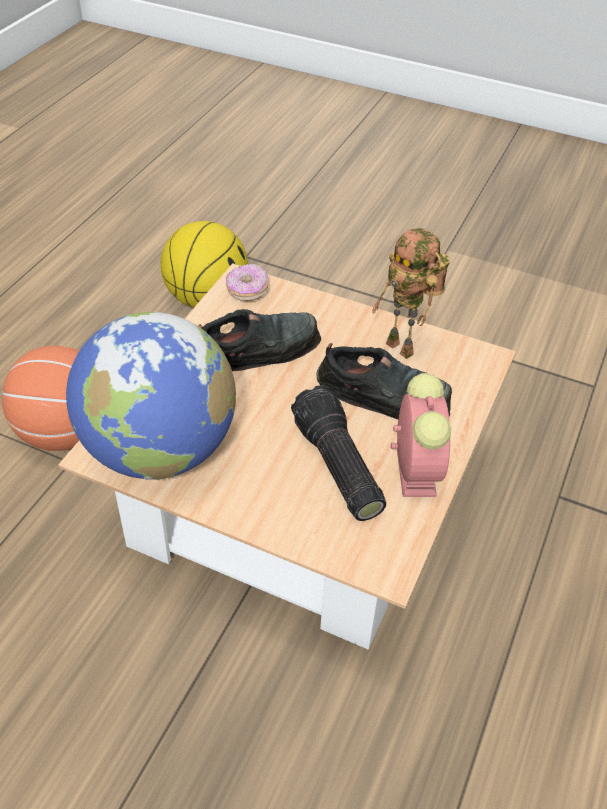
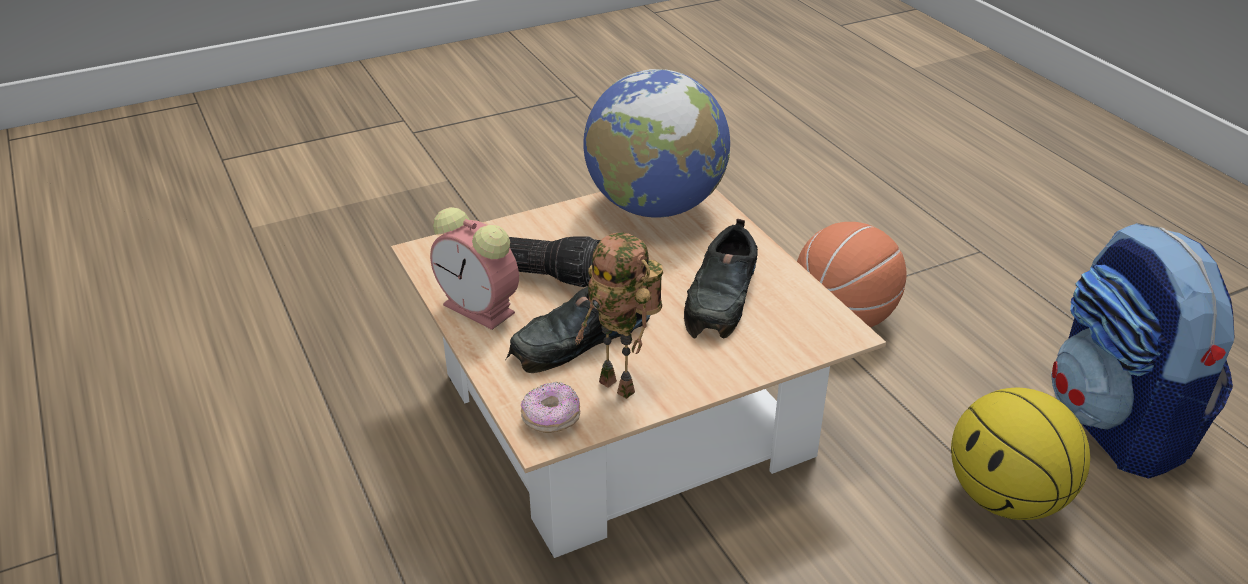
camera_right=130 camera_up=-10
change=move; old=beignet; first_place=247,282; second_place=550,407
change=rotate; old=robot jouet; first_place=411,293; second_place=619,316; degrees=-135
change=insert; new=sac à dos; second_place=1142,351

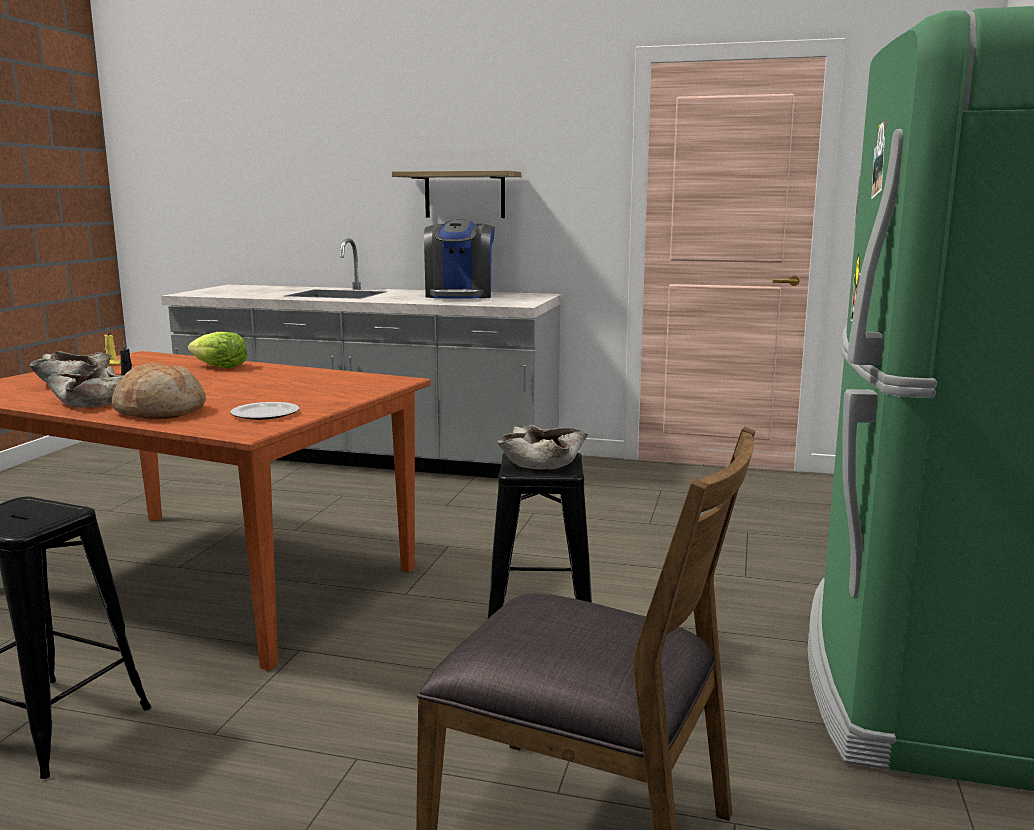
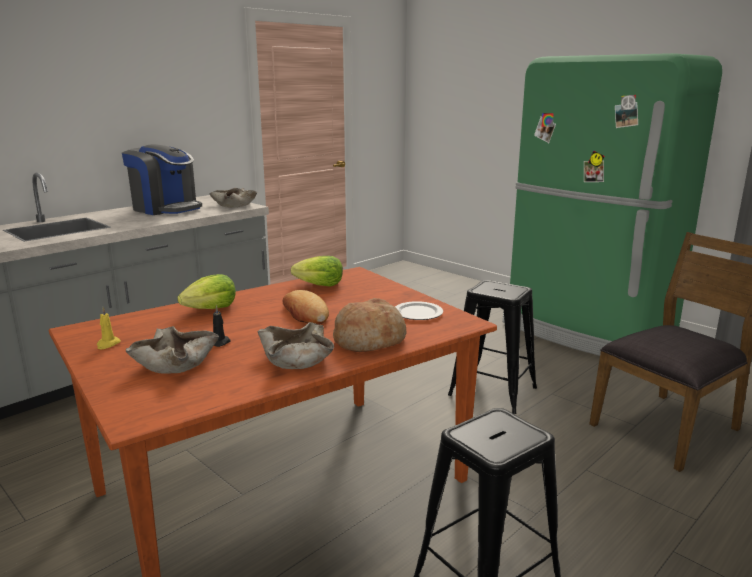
camera_right=-60 camera_up=5
change=delete; old=étagère; first_place=456,194
change=move; old=bol [beige]; first_place=542,447; second_place=233,198
change=insert; new=pain; second_place=306,307
change=insert; new=laitue; second_place=317,271

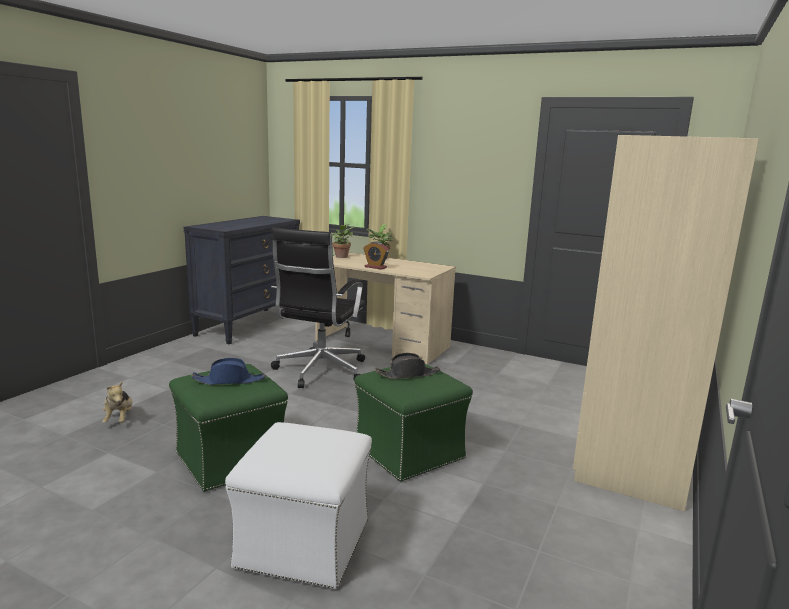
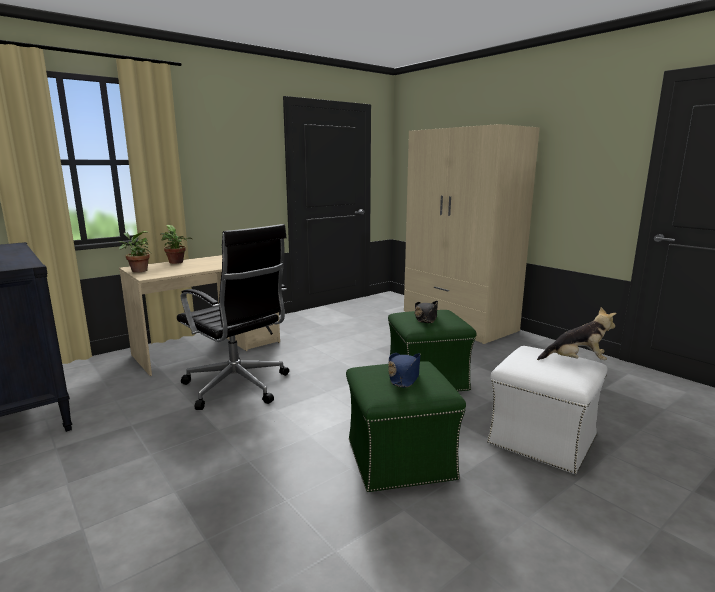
camera_right=-65 camera_up=0
change=move; old=peluche; first_place=117,402; second_place=576,333
change=delete; old=réveil; first_place=376,256

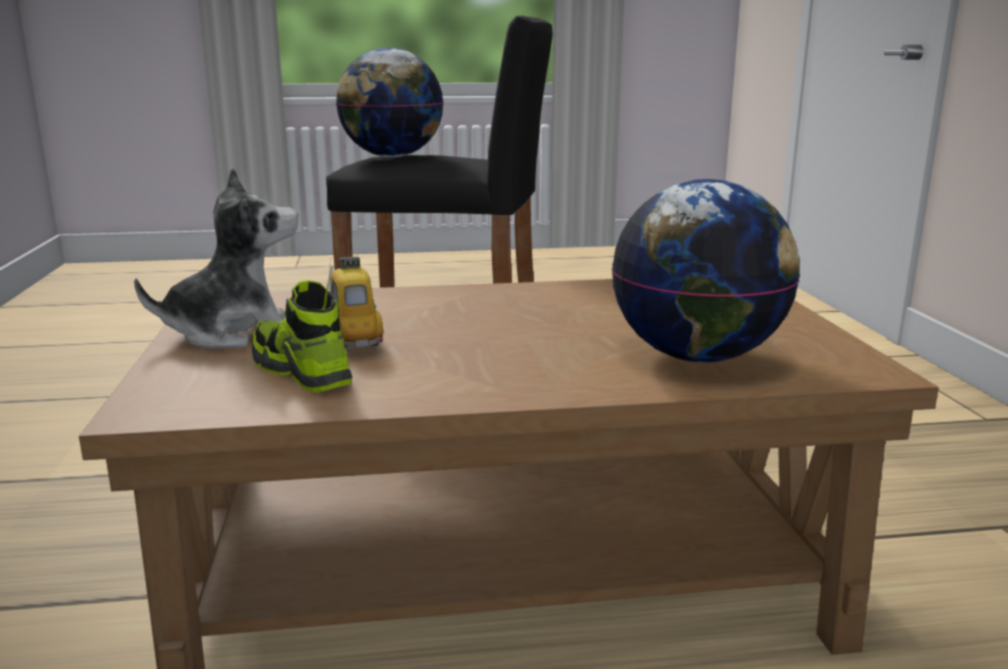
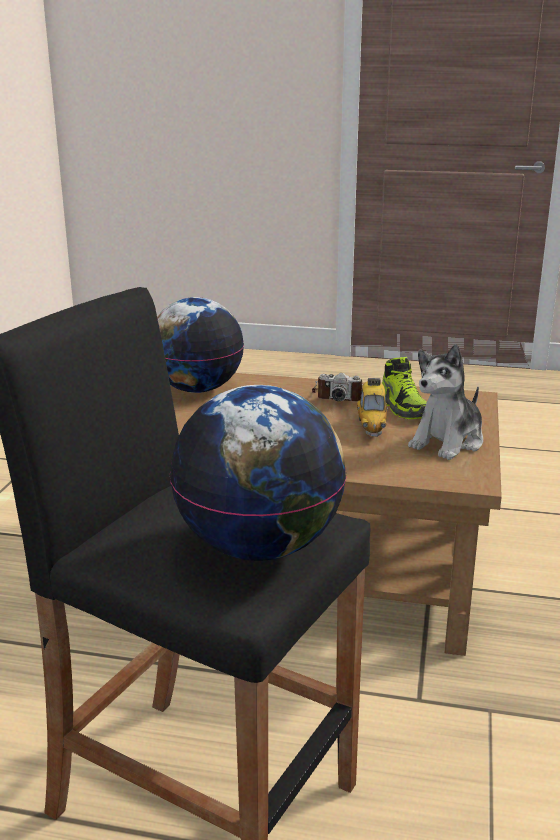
camera_right=-160 camera_up=5
change=rotate; old=peluche; first_place=216,258; second_place=445,402; degrees=-45
change=insert; new=appareil photo; second_place=337,387

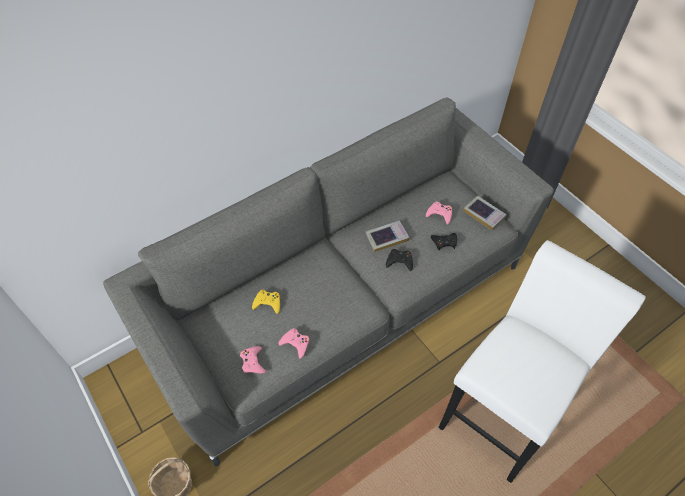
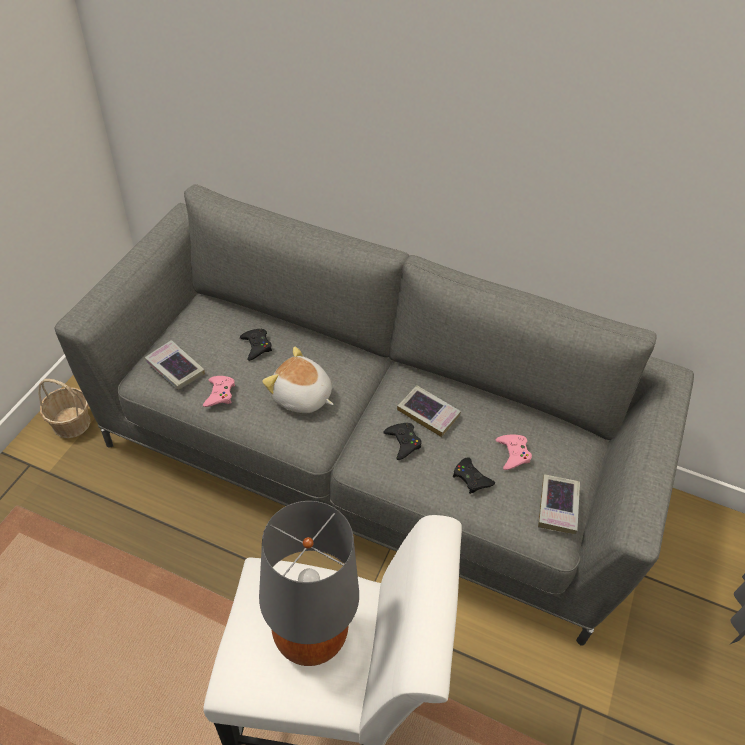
camera_right=55 camera_up=-5
change=replace; old=manette [rose]; new=livre; first_place=253,359; second_place=175,365
change=recolor; old=manette [jaune]; new=manette [noir]; first_place=266,302; second_place=256,345
change=insert; new=lampe de table [gris]; second_place=309,583
change=insert; new=peluche; second_place=298,380

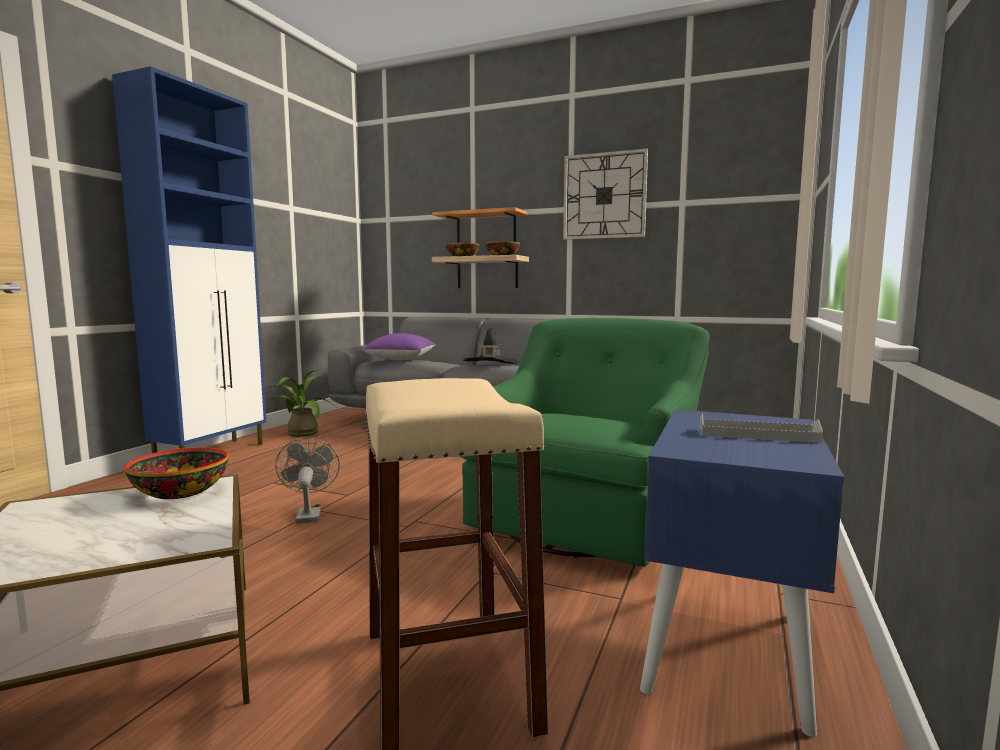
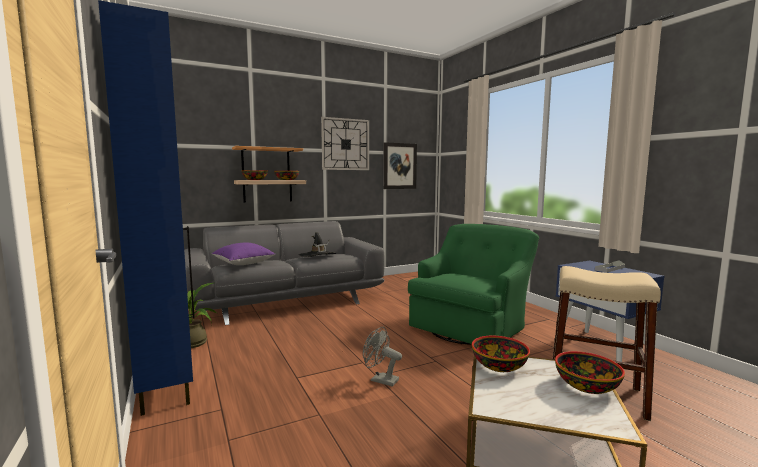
camera_right=-50 camera_up=0
change=rotate; old=fauteuil [vert]; first_place=585,442; second_place=473,284; degrees=60
change=insert; new=tableau; second_place=400,165
change=insert; new=bol; second_place=590,372

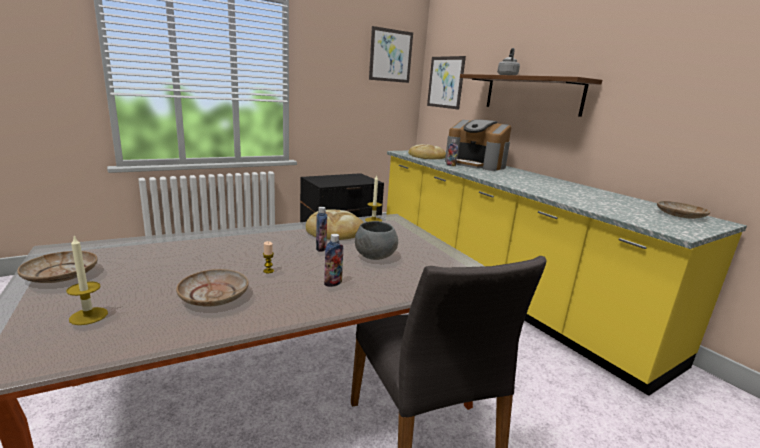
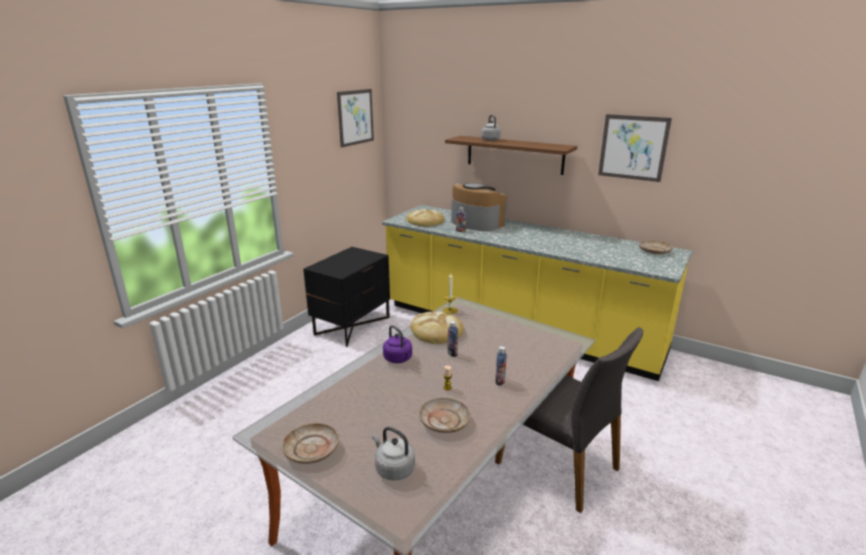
camera_right=-25 camera_up=5
change=replace; old=bougie; new=bouilloire [gris]; first_place=87,280; second_place=393,453
change=delete; old=bol [gris]; first_place=376,240
change=move; old=tableau; first_place=446,83; second_place=635,148
change=rotate; old=machine à café; first_place=478,145; second_place=479,207; degrees=-150
change=insert; new=bouilloire [violet]; second_place=397,344

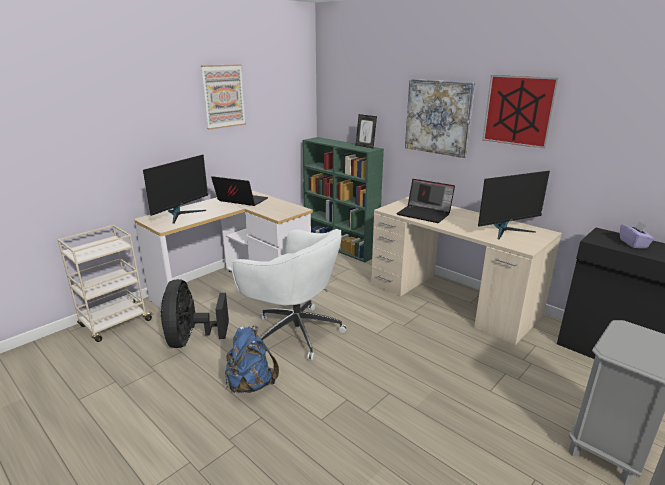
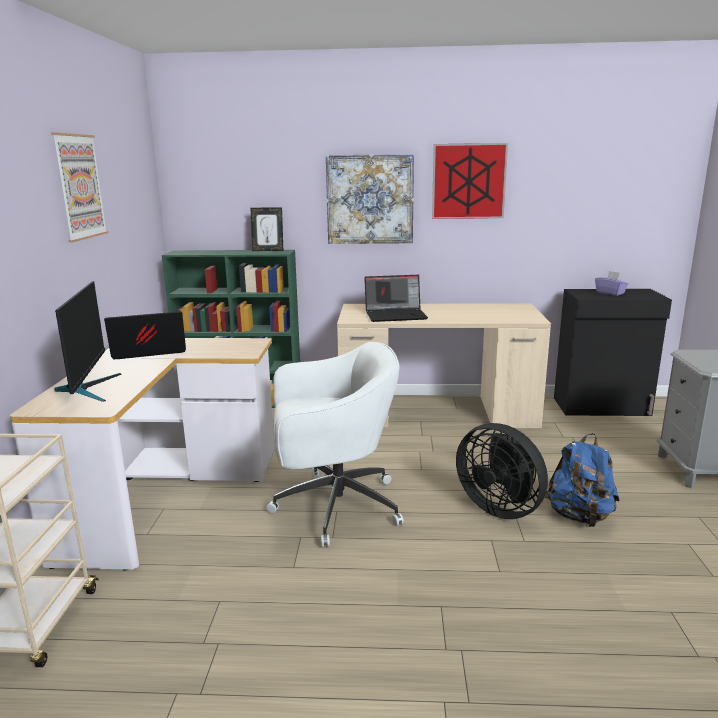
camera_right=-40 camera_up=-5
change=move; old=ventilateur [noir]; first_place=195,313; second_place=502,471
change=move; old=sac à dos [bleu]; first_place=252,359; second_place=582,480
change=delete; old=écran d'ordinateur; first_place=514,205

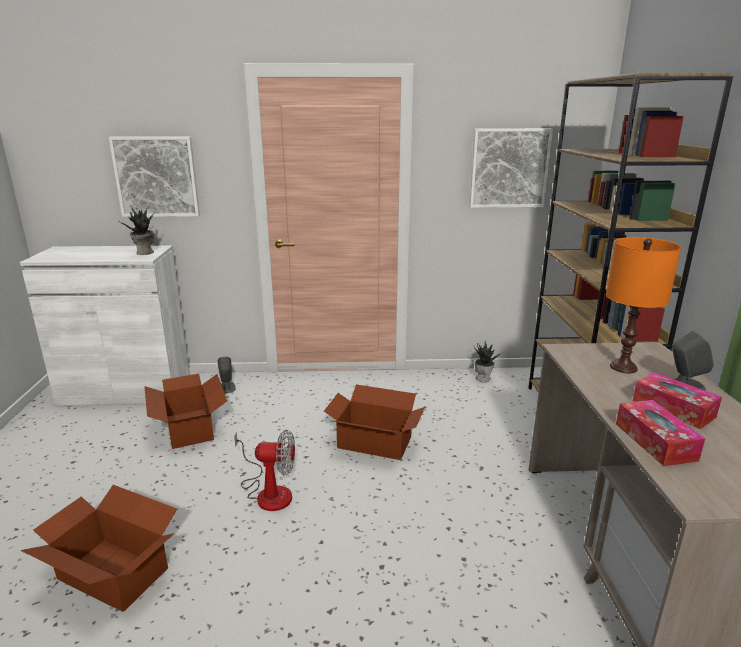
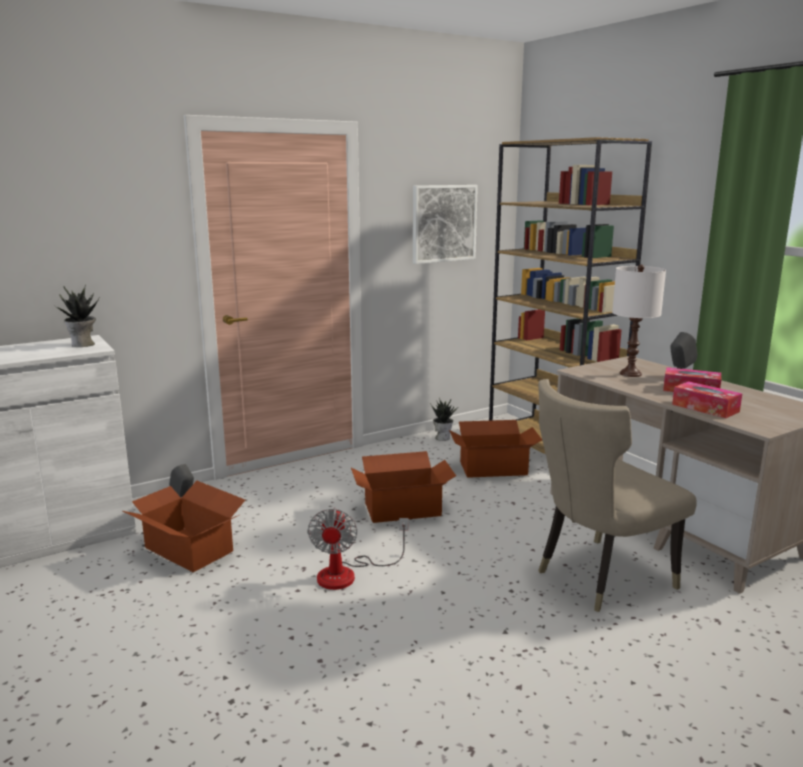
camera_right=-30 camera_up=-5
change=move; old=carton; first_place=98,548; second_place=495,449
change=delete; old=tableau; first_place=154,176
change=rotate; old=ventilateur; first_place=264,470; second_place=358,548; degrees=120
change=recolor; old=lampe de table [orange]; new=lampe de table [blanc]; first_place=643,305; second_place=639,321
change=insert; new=chaise [beige]; second_place=617,495

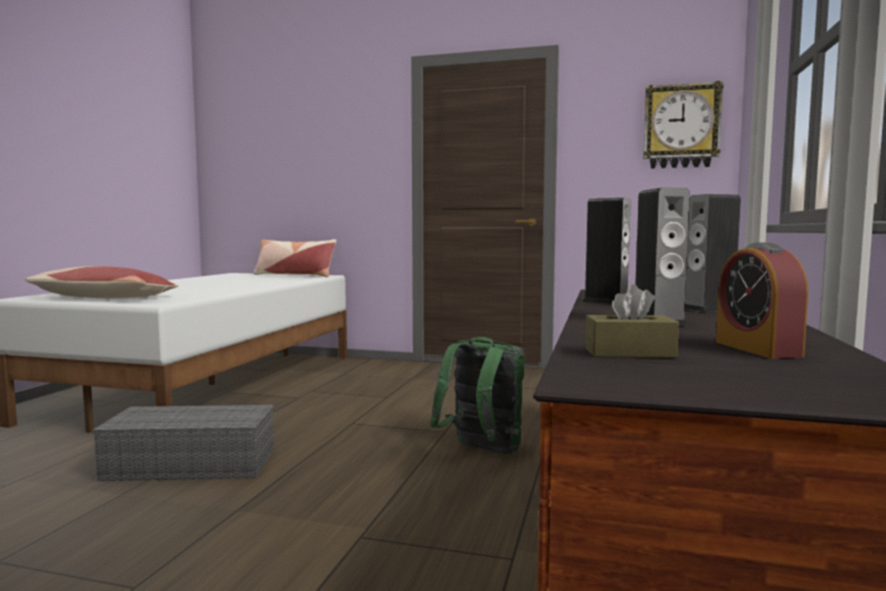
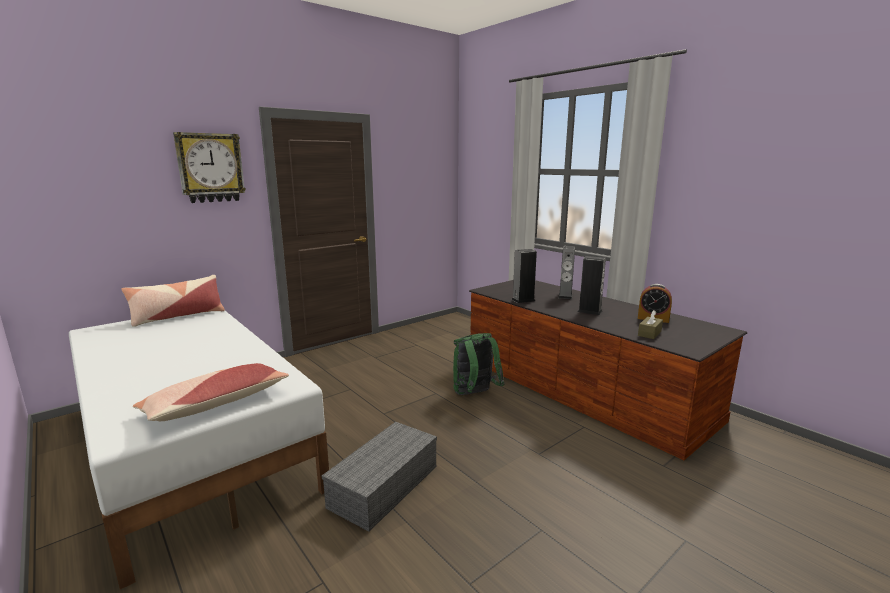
camera_right=-55 camera_up=10
change=move; old=horloge murale; first_place=683,124; second_place=209,167

